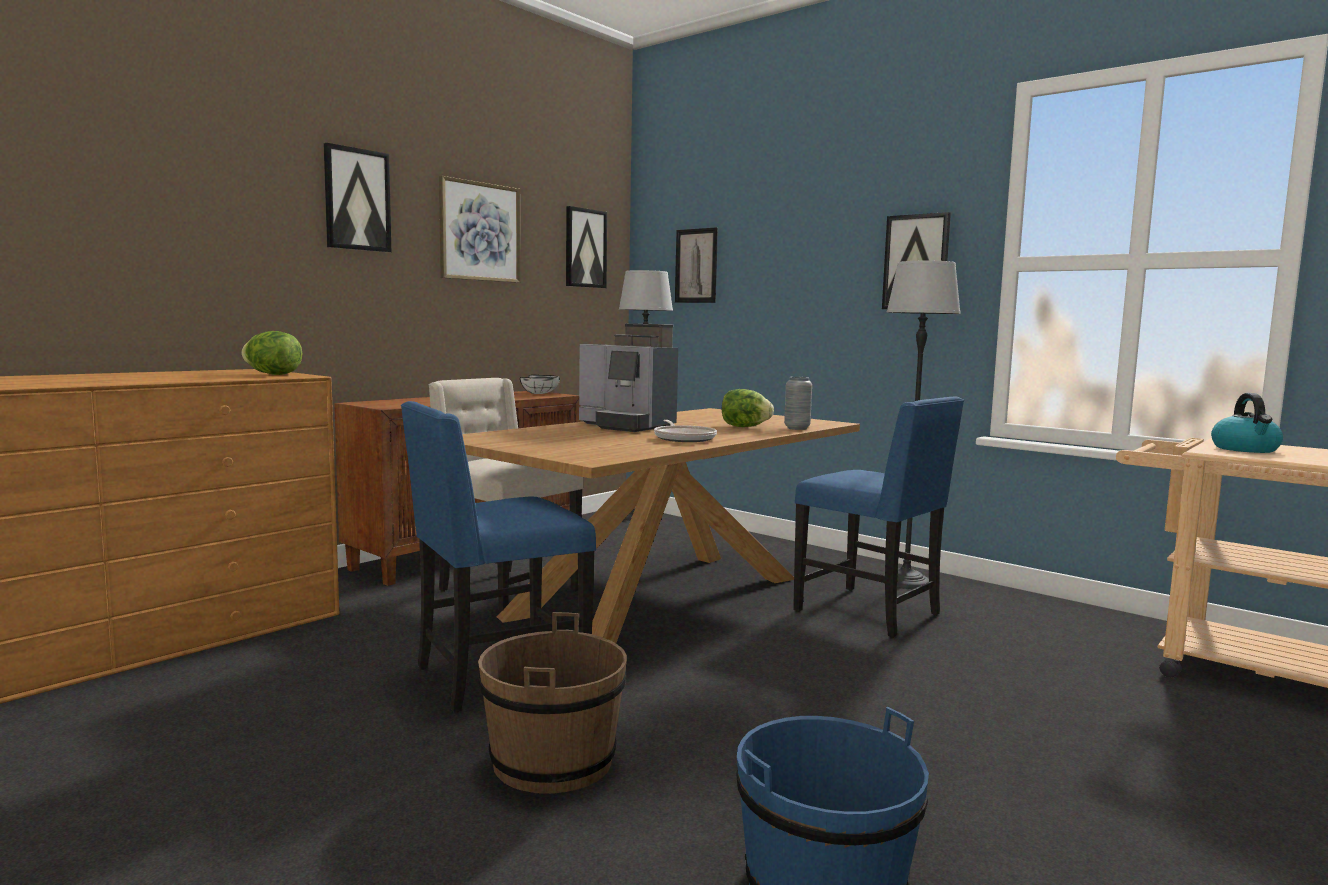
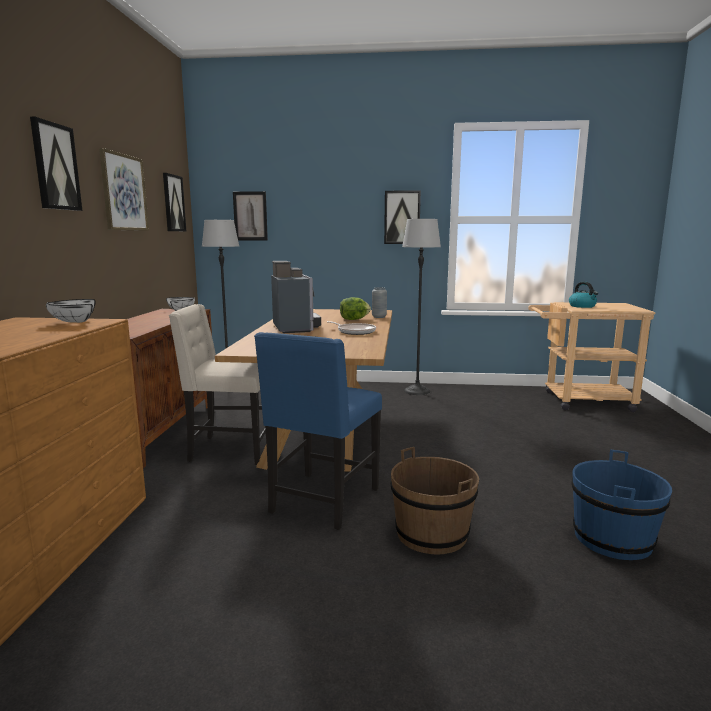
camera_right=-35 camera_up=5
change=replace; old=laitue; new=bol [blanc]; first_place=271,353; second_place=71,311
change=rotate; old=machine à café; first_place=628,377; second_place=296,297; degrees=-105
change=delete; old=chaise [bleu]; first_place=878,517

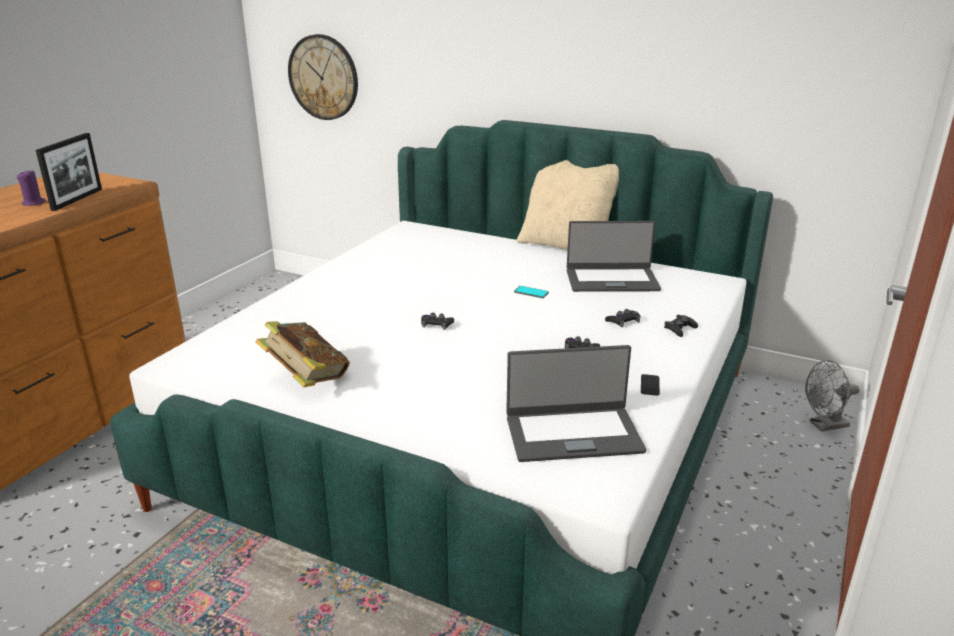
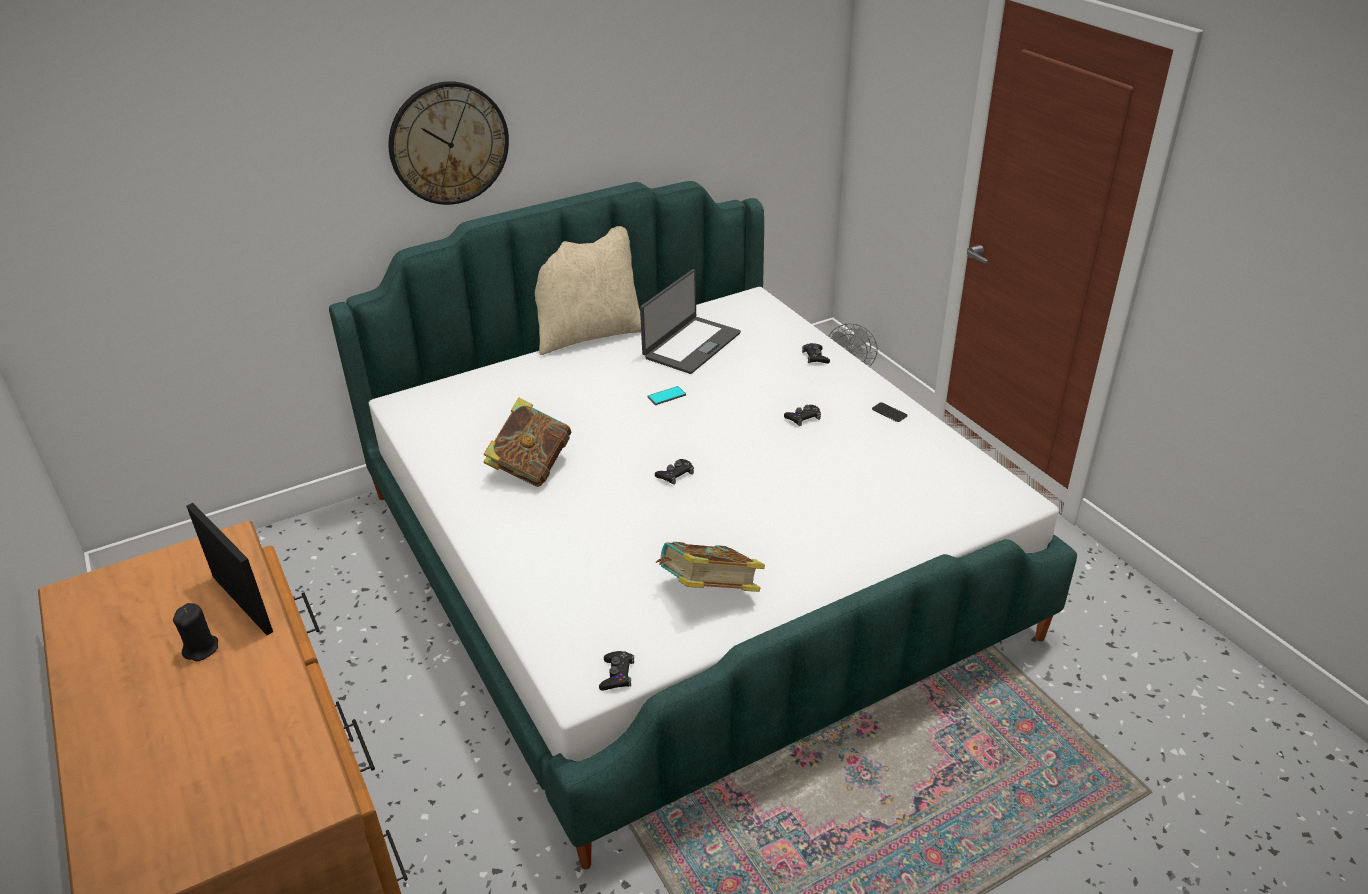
camera_right=-55 camera_up=10
change=recolor; old=bougie [violet]; new=bougie [noir]; first_place=31,188; second_place=195,632
change=move; old=horloge murale; first_place=323,77; second_place=448,143
change=delete; old=ordinateur portable; first_place=576,403
change=move; old=manette [noir]; first_place=623,318; second_place=616,670
change=insert; new=livre; second_place=527,442

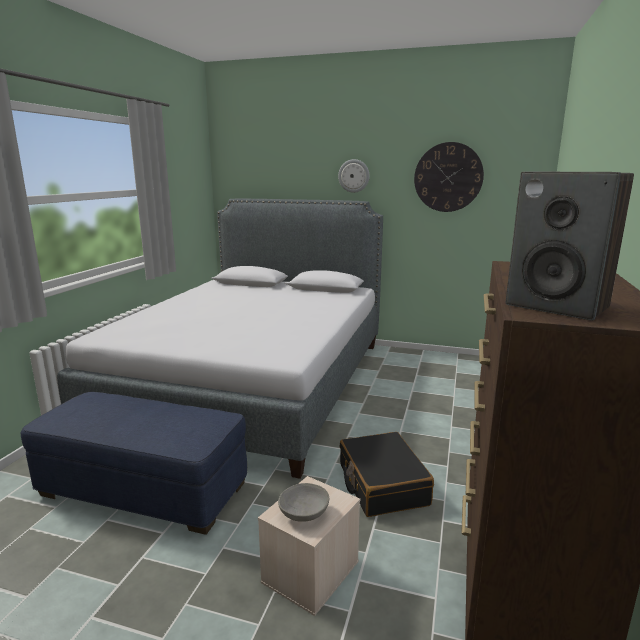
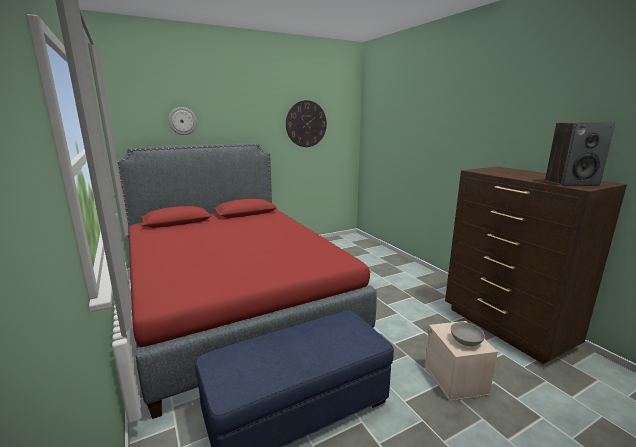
camera_right=-45 camera_up=0
change=recolor; old=lit [gris]; new=lit [rouge]; first_place=220,339; second_place=247,281
change=move; old=horloge murale; first_place=354,176; second_place=182,121
change=delete; old=valise [noir]; first_place=387,474

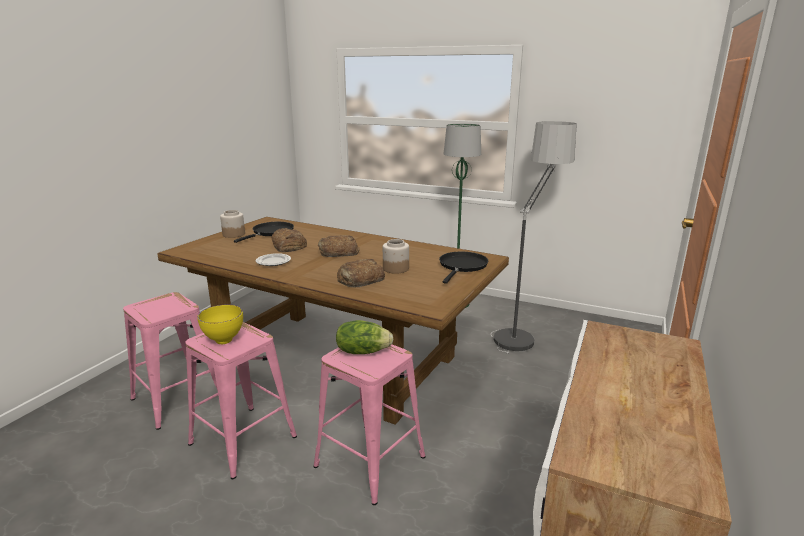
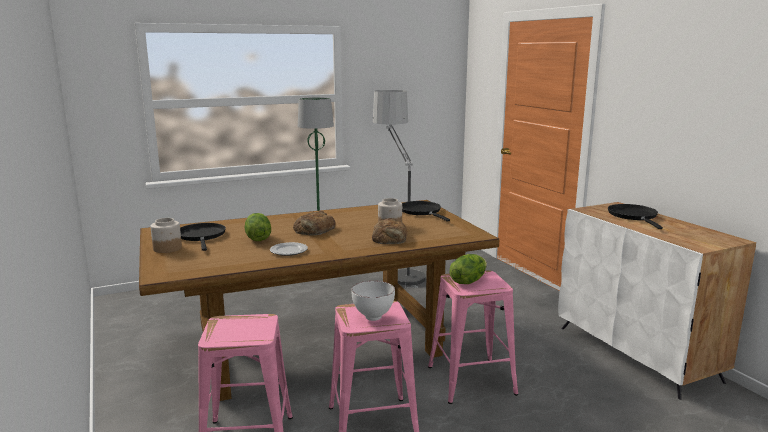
camera_right=-50 camera_up=-5
change=recolor; old=bol [jaune]; new=bol [blanc]; first_place=220,324; second_place=373,301
change=replace; old=pain; new=laitue; first_place=289,240; second_place=258,227
change=insert; new=poêle [noir]; second_place=635,216

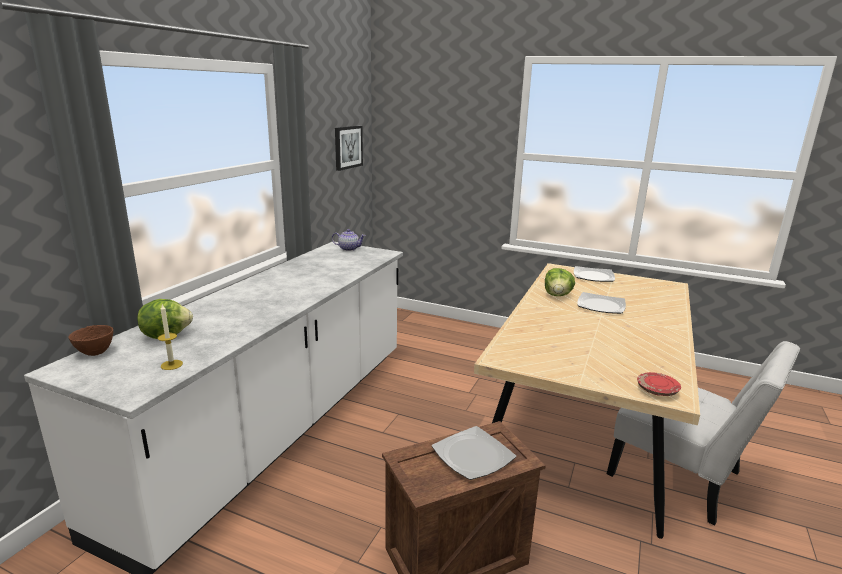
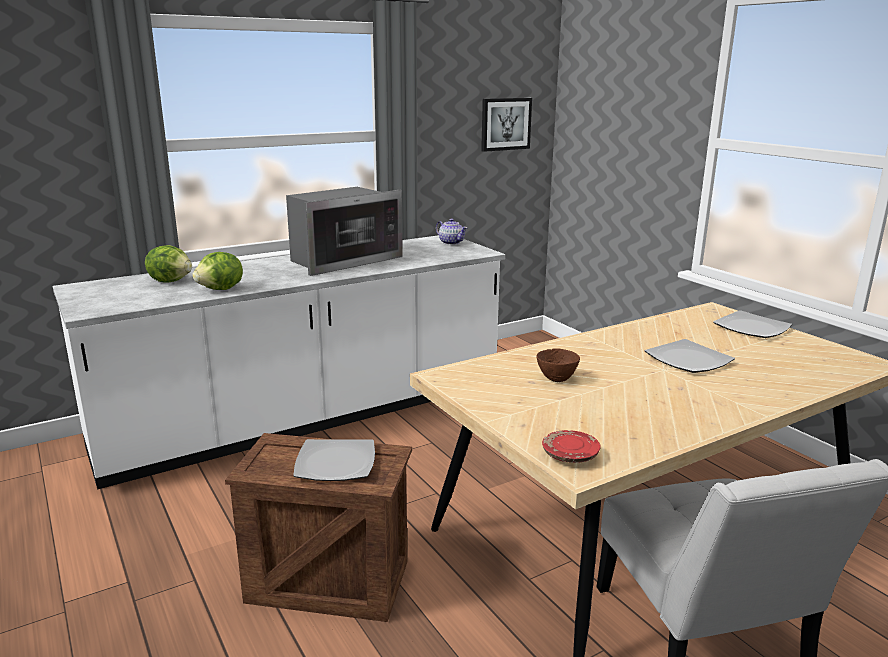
camera_right=35 camera_up=0
change=move; old=bol [marron]; first_place=91,340; second_place=558,365
change=delete; old=bougie; first_place=170,337
change=move; old=laitue; first_place=560,282; second_place=217,271
change=insert; new=micro-ondes; second_place=344,231

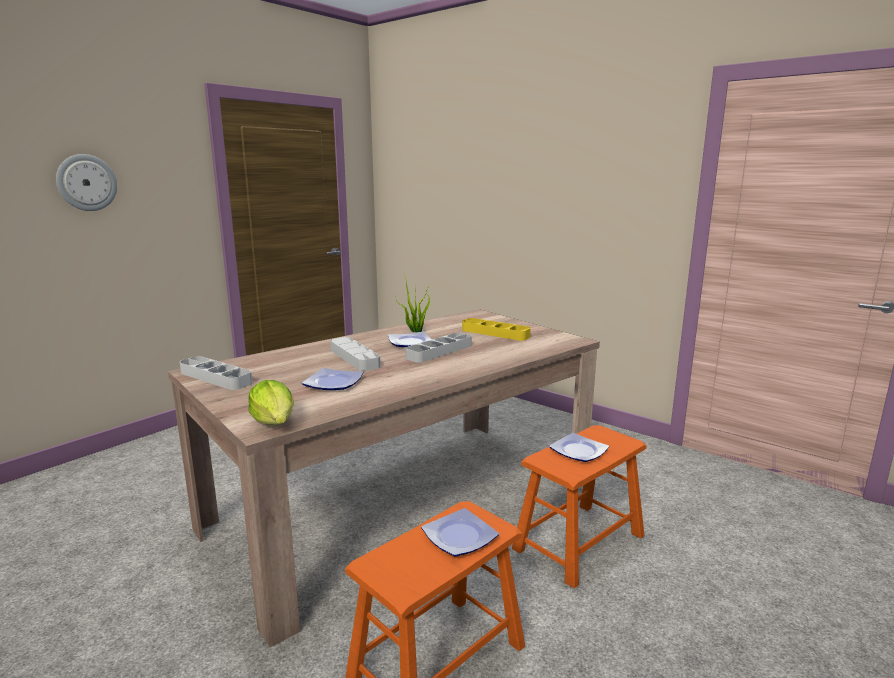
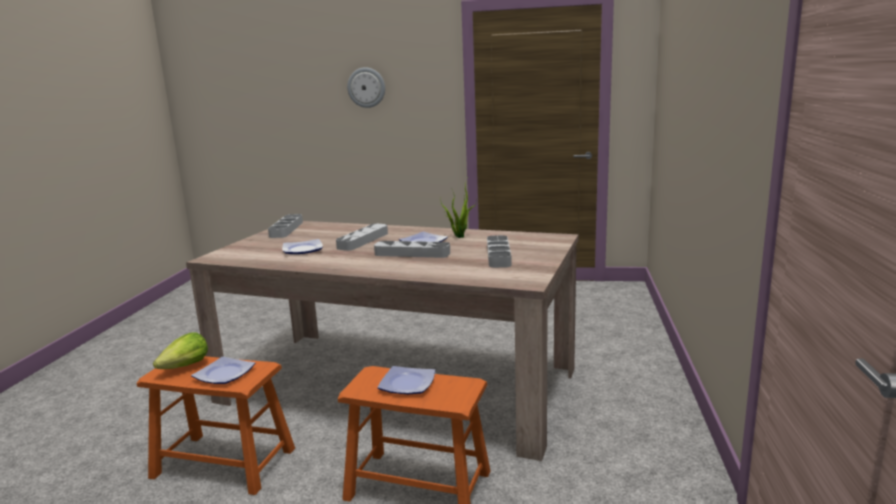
camera_right=60 camera_up=0
change=move; old=laitue; first_place=271,402; second_place=180,350
change=recolor; old=plateau [jaune]; new=plateau [gris]; first_place=496,329; second_place=499,251

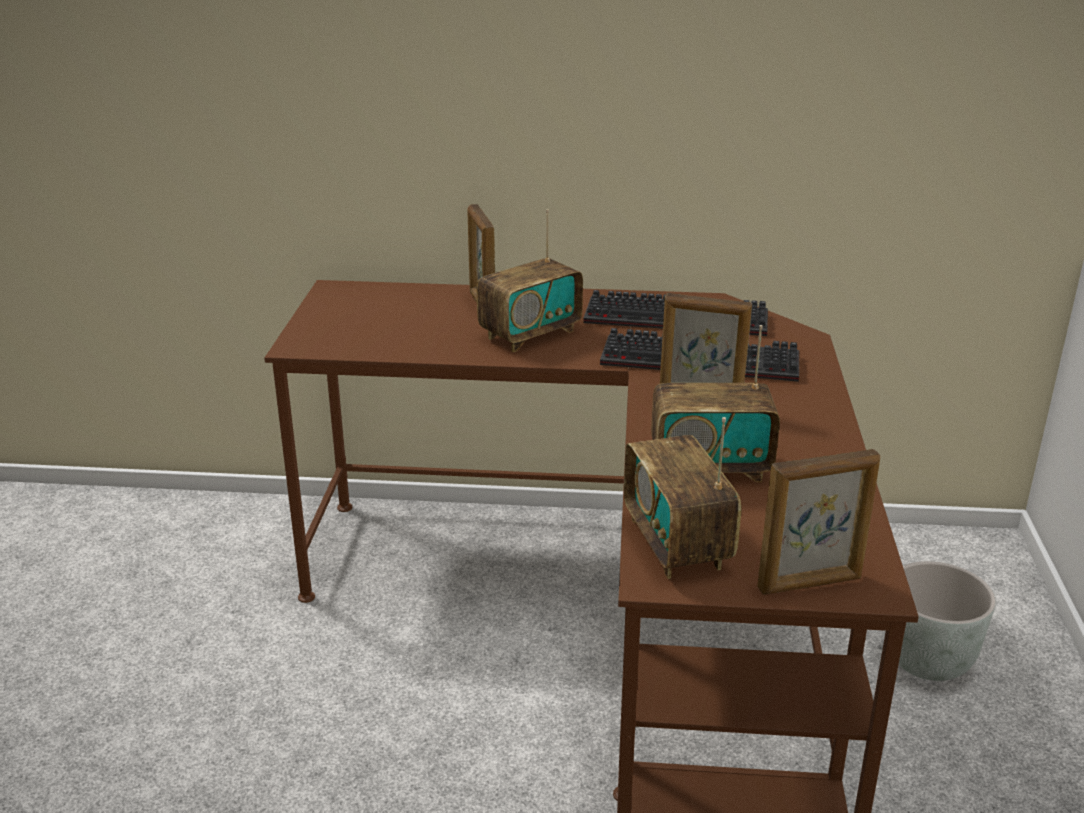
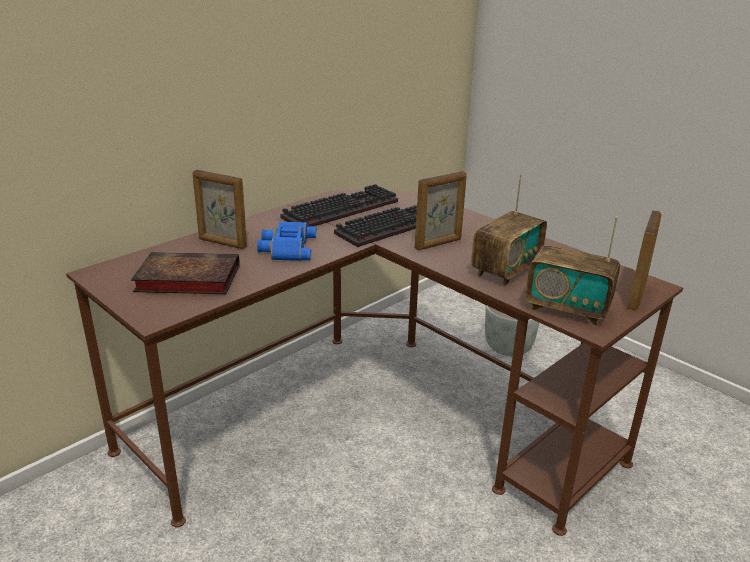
camera_right=-50 camera_up=0
change=replace; old=radio; new=jumelles [bleu]; first_place=530,280; second_place=287,241
change=insert; new=livre; second_place=185,273

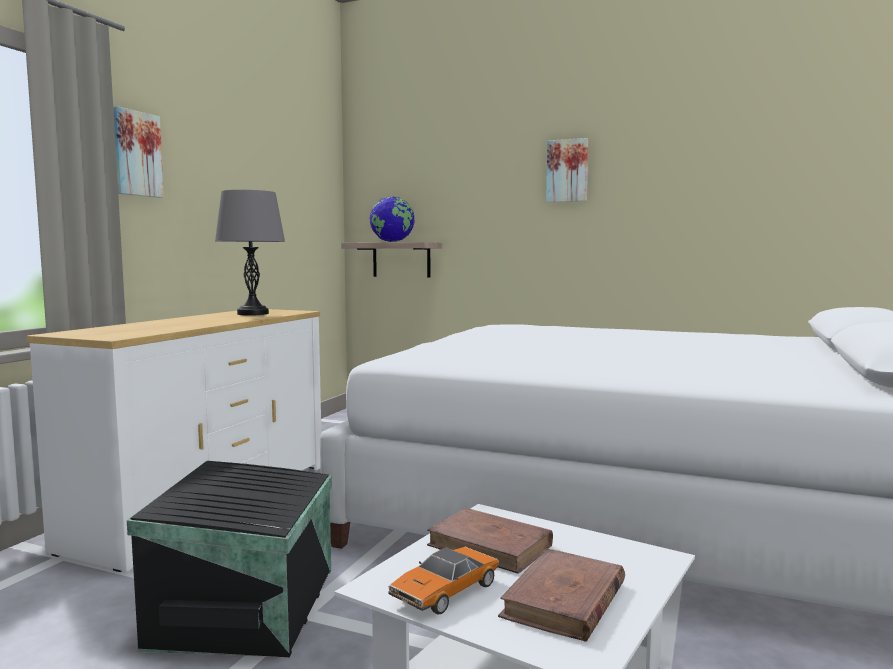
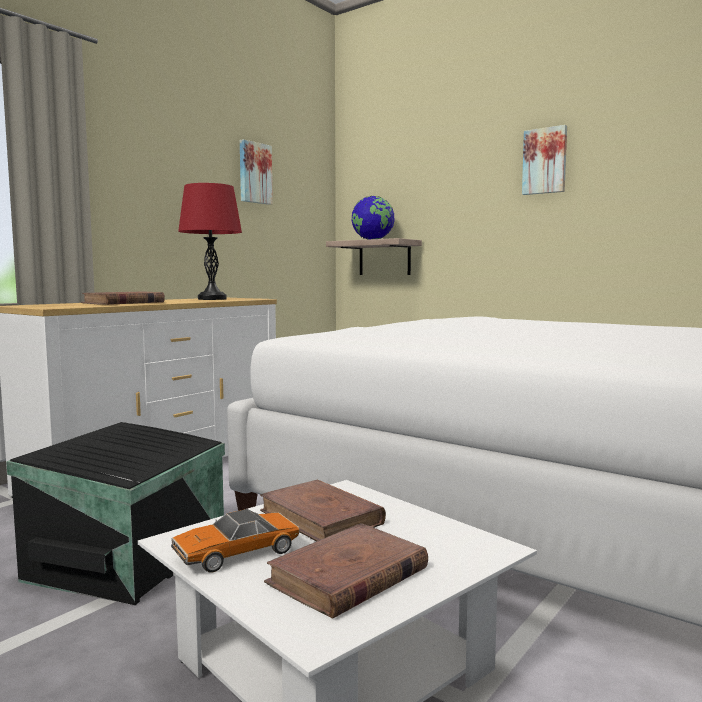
camera_right=15 camera_up=0
change=move; old=tableau; first_place=138,152; second_place=256,172
change=recolor; old=lampe de table [gris]; new=lampe de table [rouge]; first_place=250,252; second_place=210,241
change=insert; new=livre [marron]; second_place=123,298

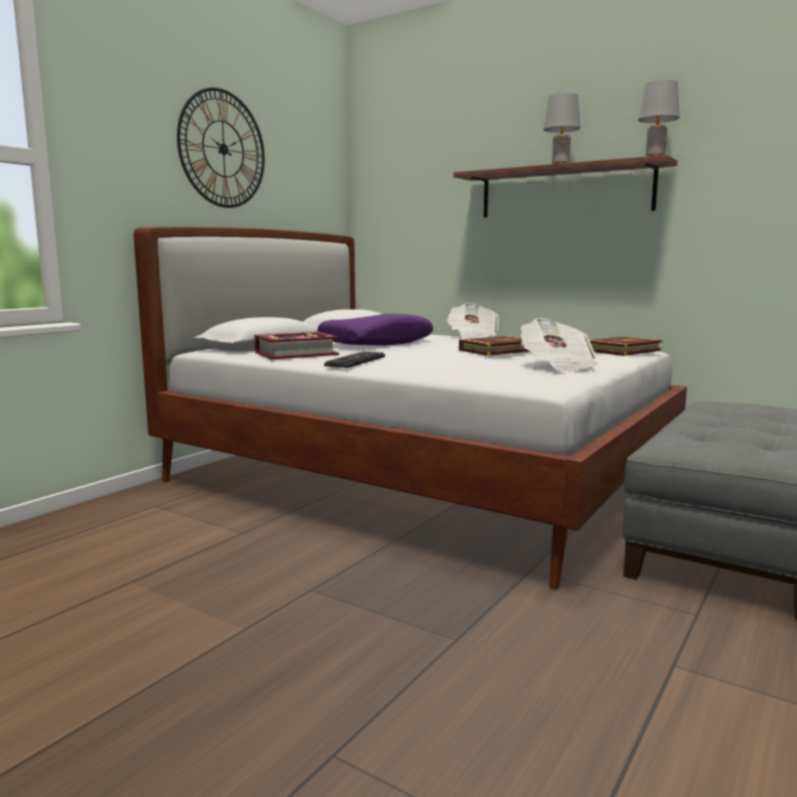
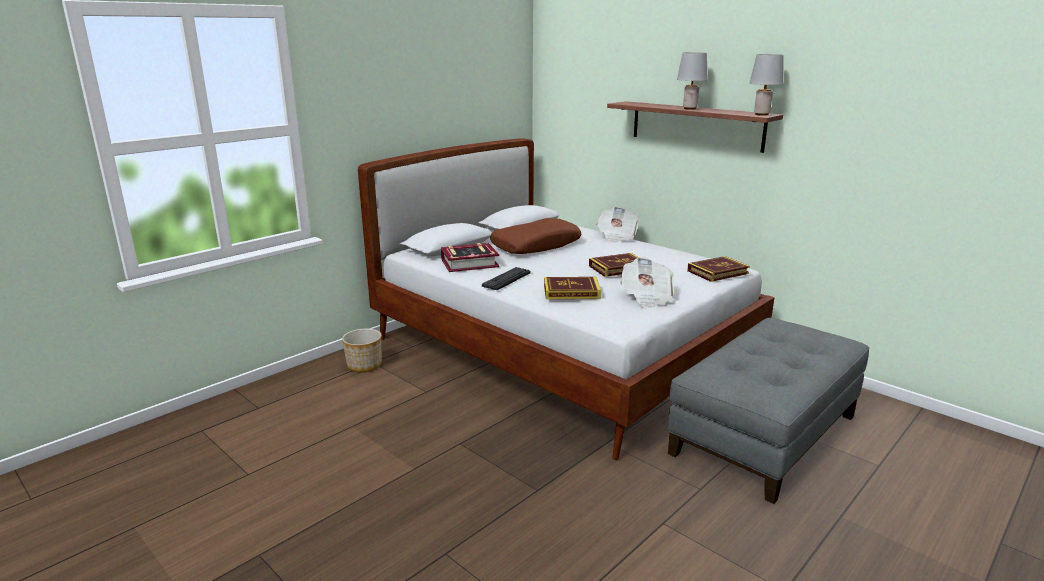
camera_right=10 camera_up=10
change=delete; old=horloge murale; first_place=221,148
change=recolor; old=coussin [violet]; new=coussin [marron]; first_place=375,330; second_place=535,236
change=insert; new=cache-pot; second_place=362,350
change=insert; new=livre; second_place=572,288

